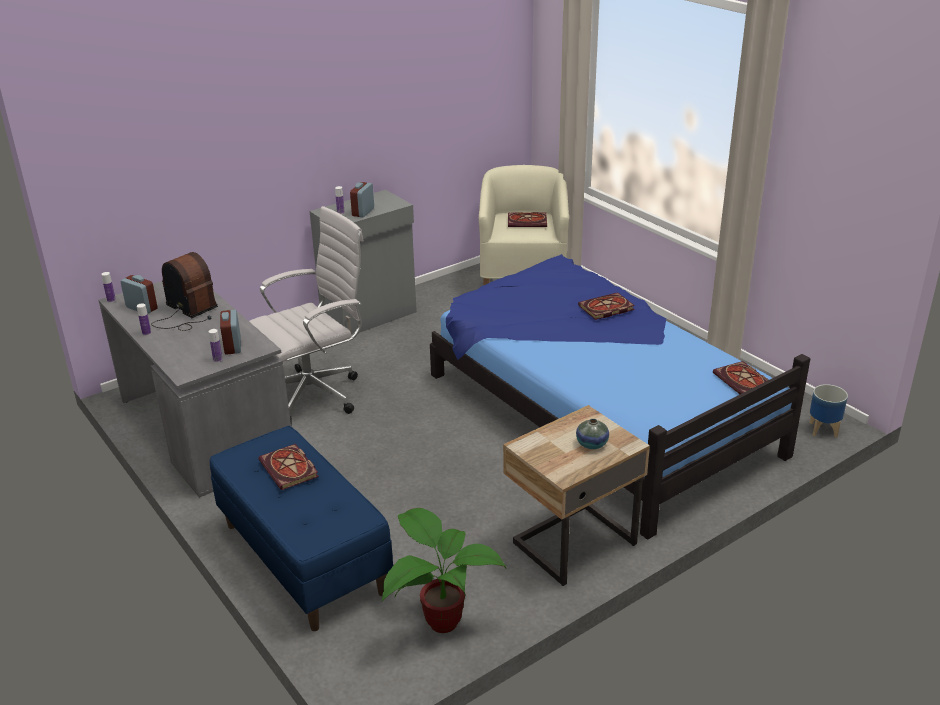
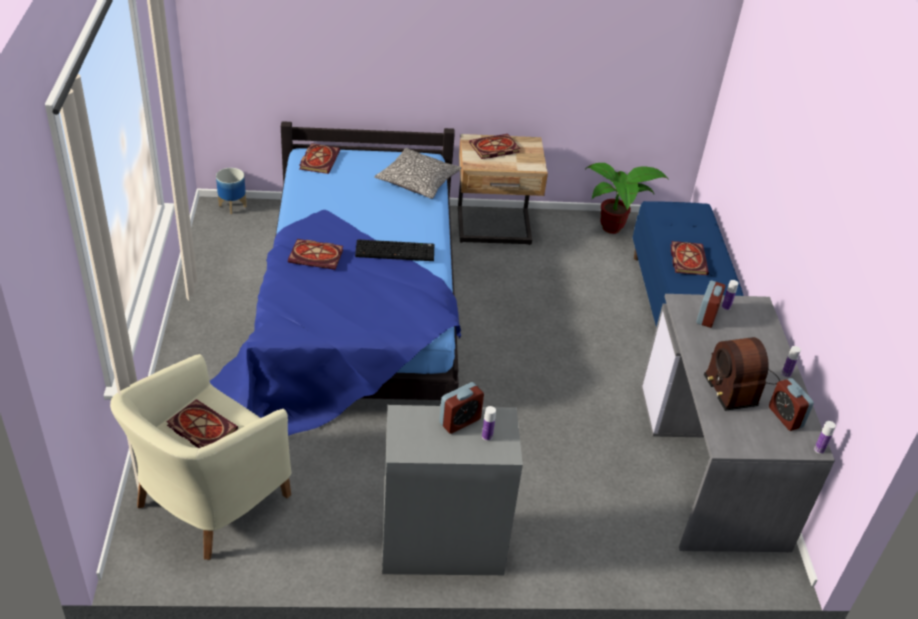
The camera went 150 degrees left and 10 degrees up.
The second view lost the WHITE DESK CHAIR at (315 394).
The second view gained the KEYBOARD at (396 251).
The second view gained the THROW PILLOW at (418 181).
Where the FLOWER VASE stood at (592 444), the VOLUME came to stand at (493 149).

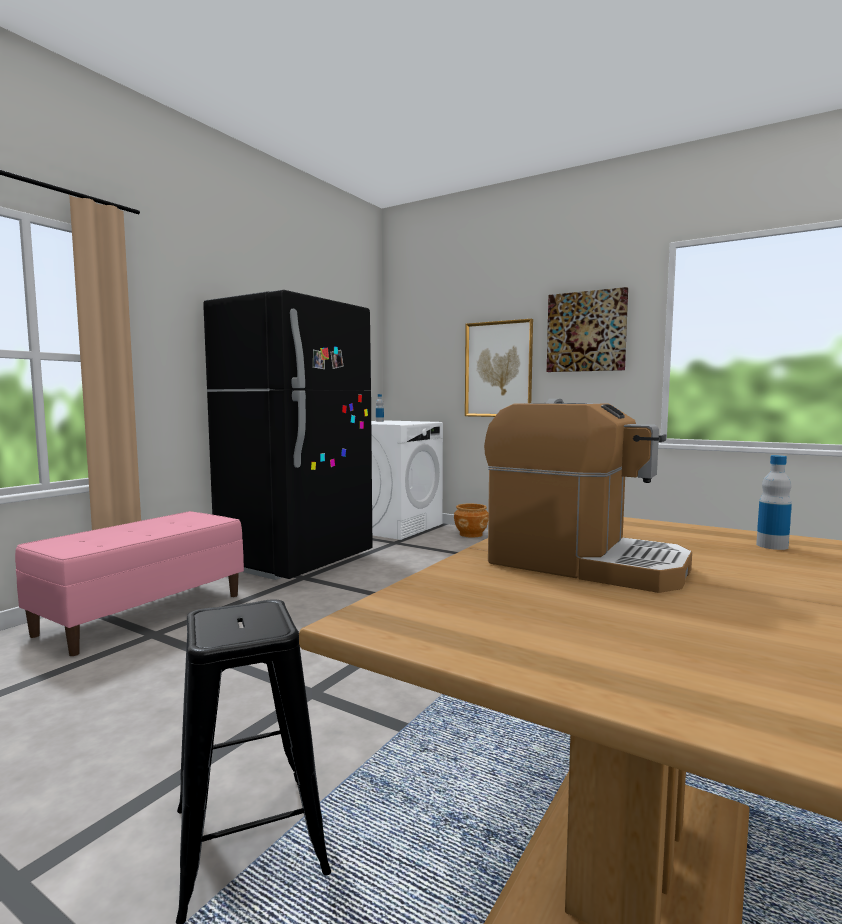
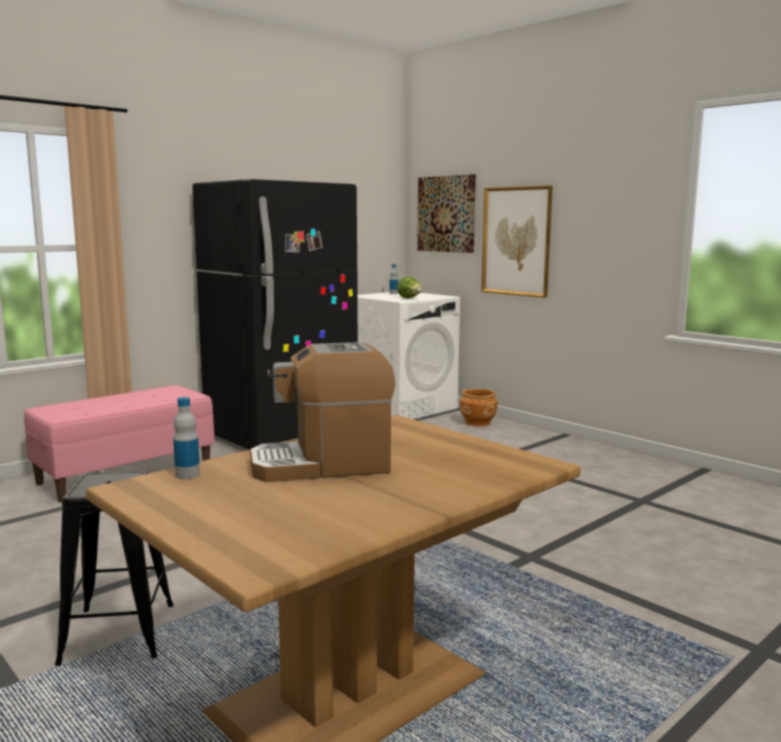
The camera went 15 degrees right and 5 degrees up.
The second view gained the LETTUCE at (410 298).
The WALL PICTURE ended up elsewhere, having gone from (586 331) to (447 214).
The DRINK BOTTLE ended up elsewhere, having gone from (772 546) to (187 475).
The COFFEE MAKER at (584 563) ended up facing another way, 120 degrees clockwise from before.

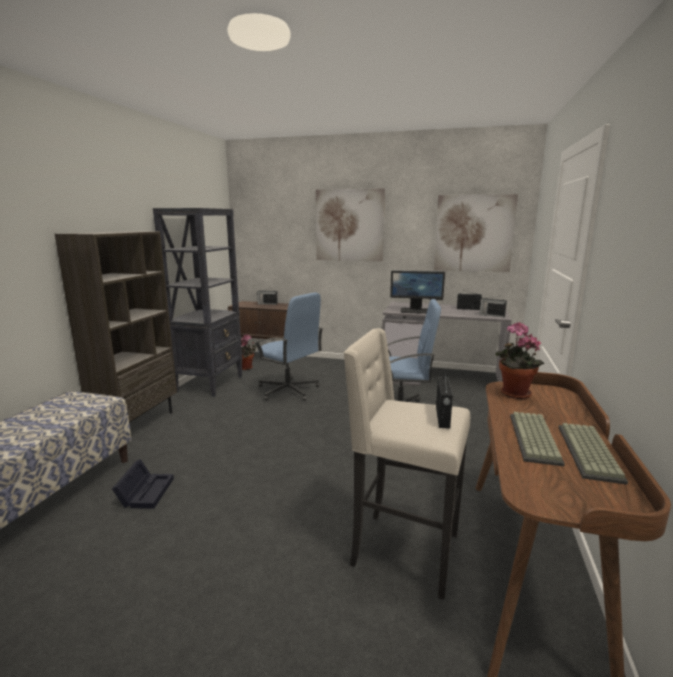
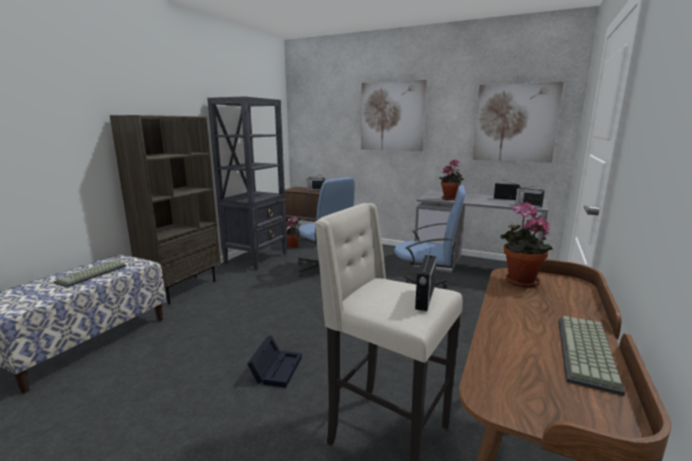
The camera went 10 degrees right and 0 degrees up.
The BLACK-COLOURED STORAGE BIN ended up elsewhere, having gone from (146 491) to (276 368).
The KEYBOARD ended up elsewhere, having gone from (536 439) to (92 274).
Where the MONITOR stood at (416 311), the POTTED PLANT came to stand at (450 199).

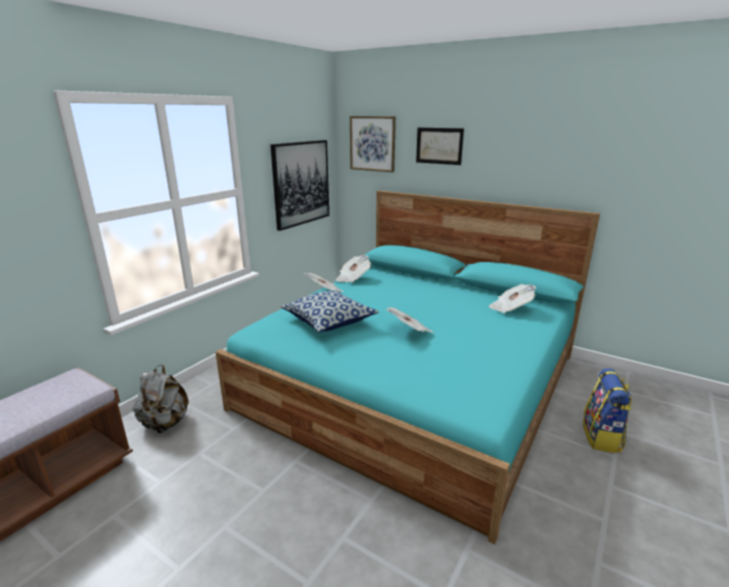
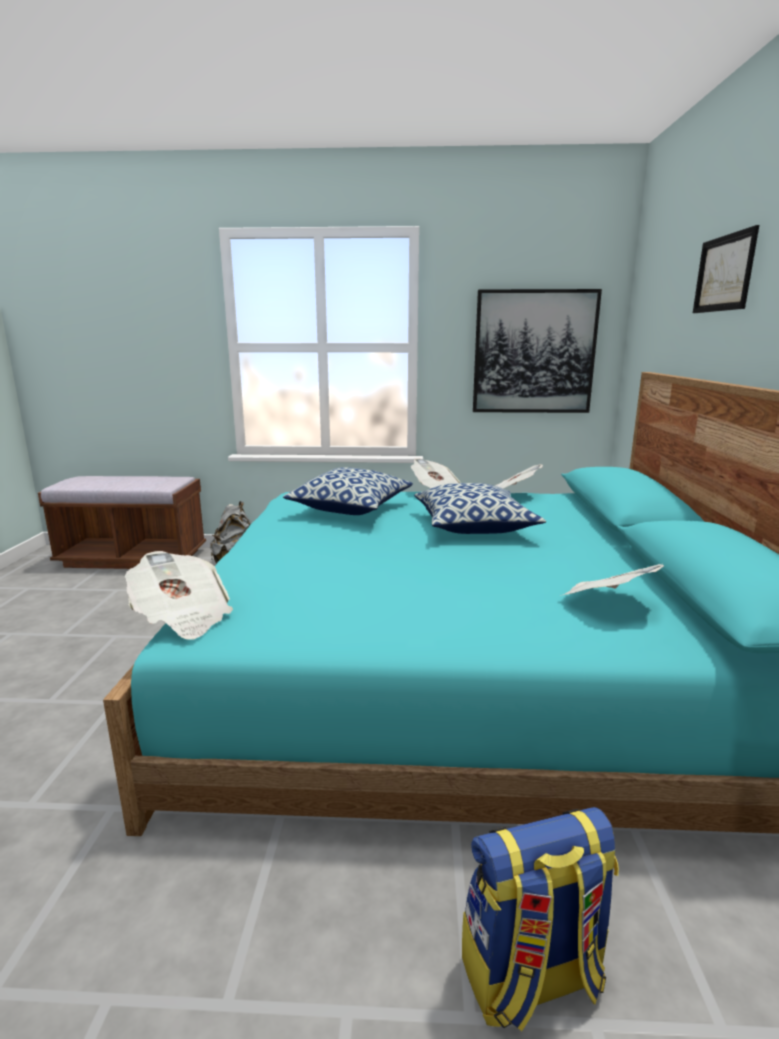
The camera went 60 degrees right and 5 degrees down.
The second view lost the WALL PICTURE at (372 143).
The second view gained the THROW PILLOW at (474 526).
The NEWSPAPER ended up elsewhere, having gone from (409 331) to (182 617).

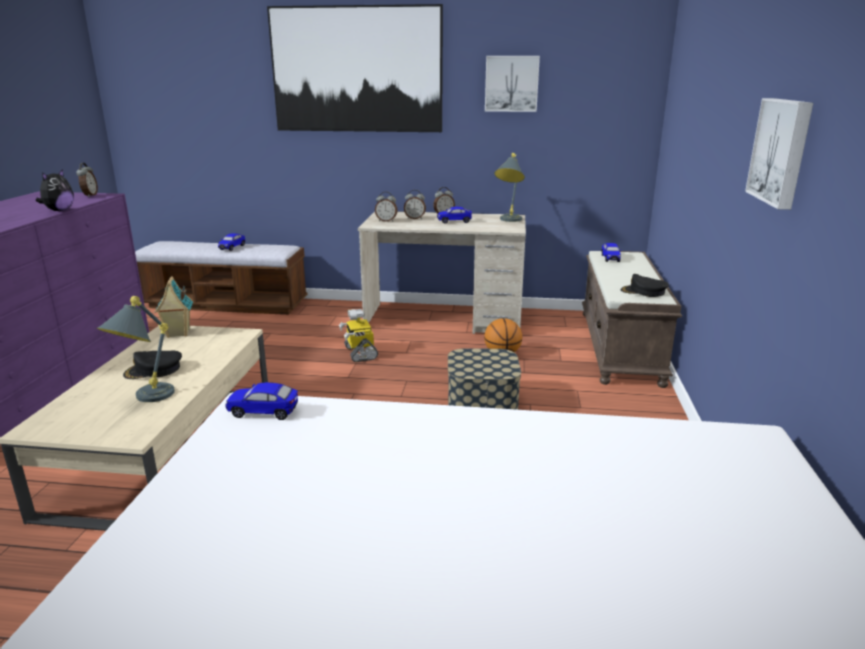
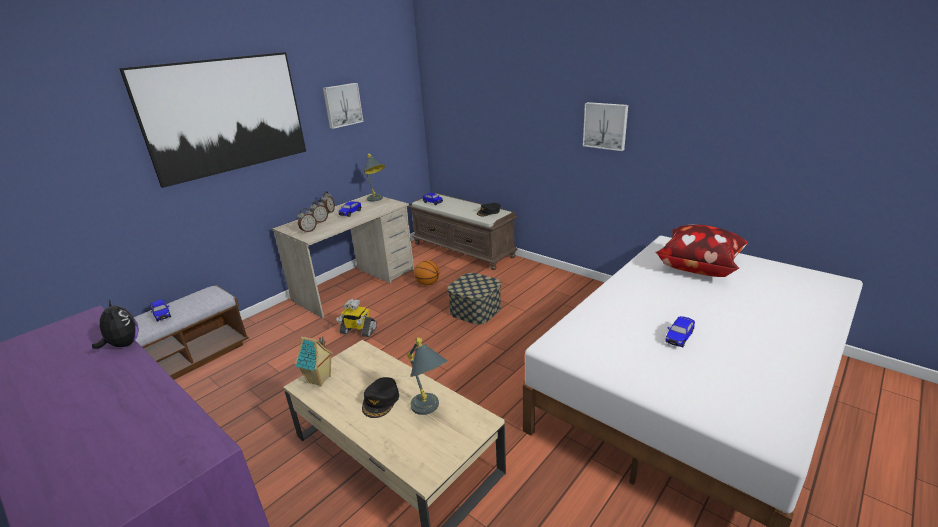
The camera went 55 degrees left and 5 degrees up.
The second view lost the TABLE CLOCK at (89 195).
The second view gained the THROW PILLOW at (698 267).
The TOY CAR ended up elsewhere, having gone from (263 412) to (679 337).

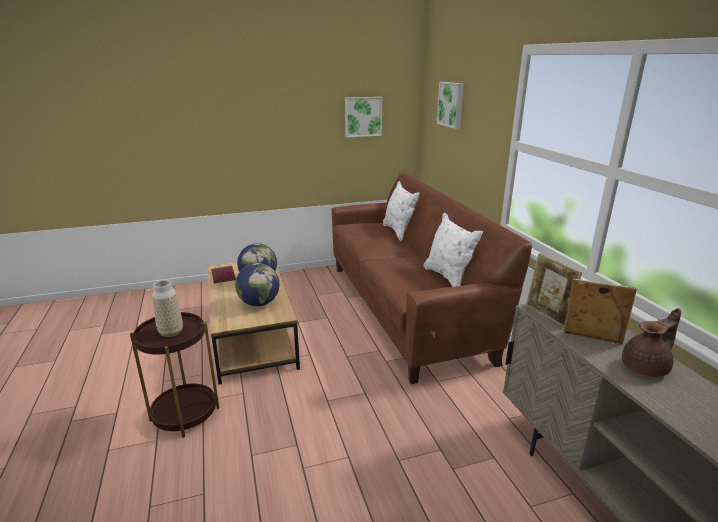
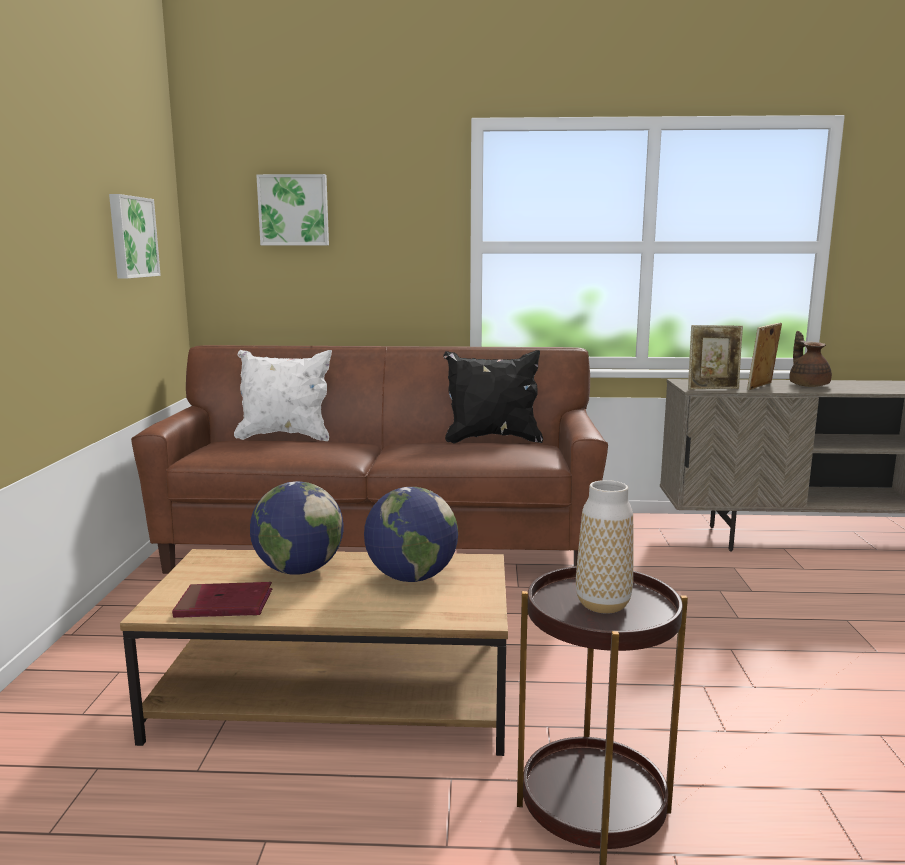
The camera went 70 degrees left and 10 degrees down.
What was the WHITE THROW PILLOW at (448 278) turned into the BLACK-COLOURED THROW PILLOW at (492 439).

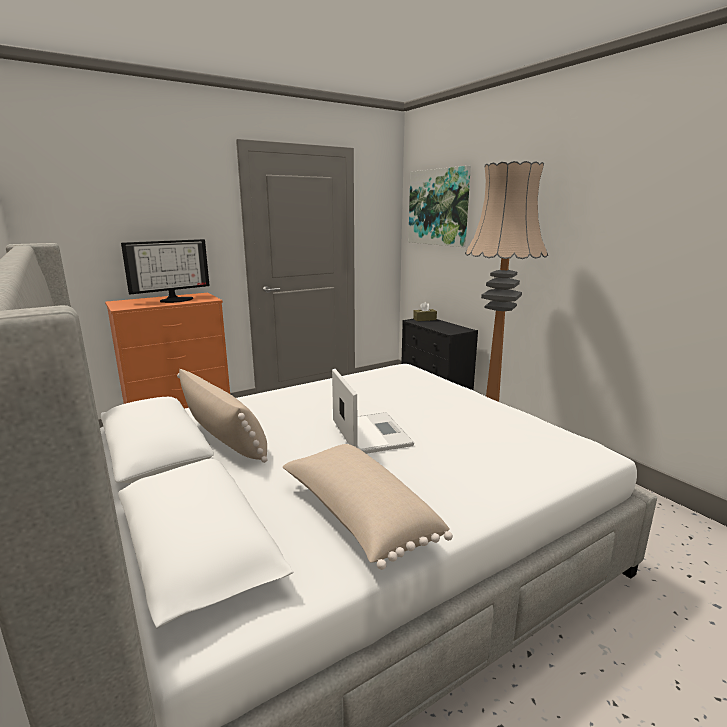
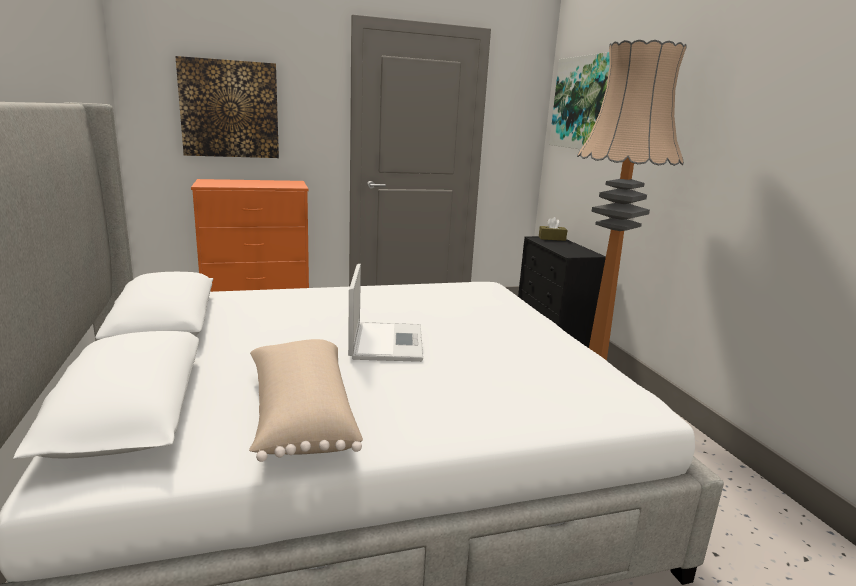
The camera went 15 degrees right and 0 degrees up.
The second view lost the MONITOR at (176 299).
The second view lost the BEIGE THROW PILLOW at (225 438).
The second view gained the WALL PICTURE at (229 109).

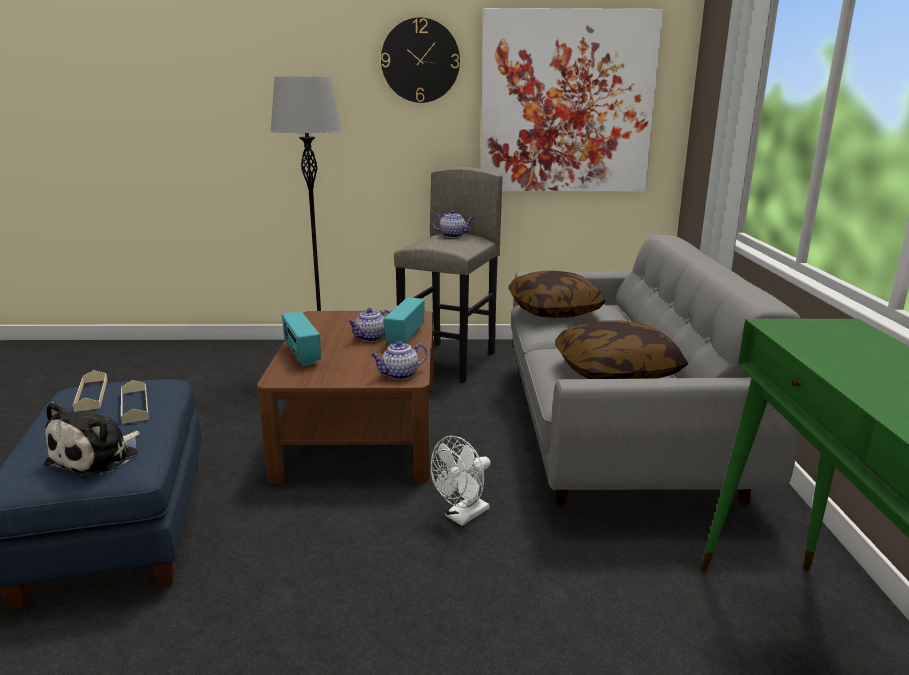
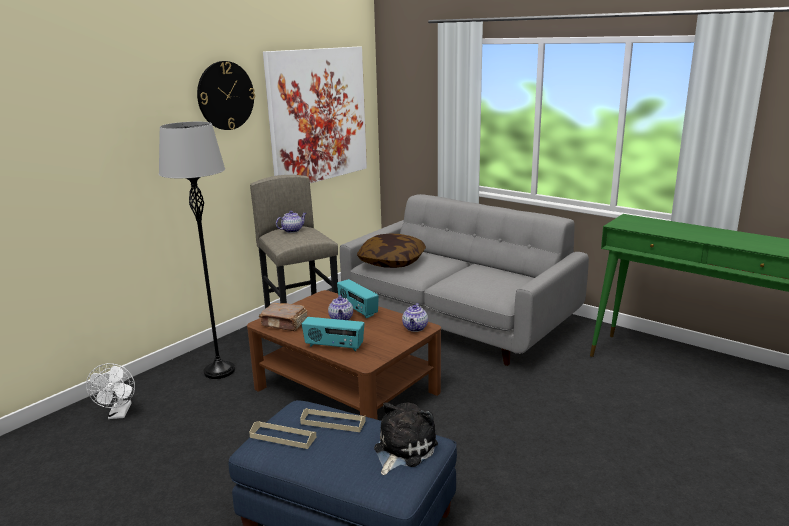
The camera went 50 degrees left and 0 degrees up.
The second view lost the THROW PILLOW at (616 372).
The second view gained the BROWN-COLOURED VOLUME at (284 324).
The WHITE ELECTRIC FAN ended up elsewhere, having gone from (462 516) to (119 414).
The PLUSH TOY at (98 457) ended up facing another way, 120 degrees counterclockwise from before.

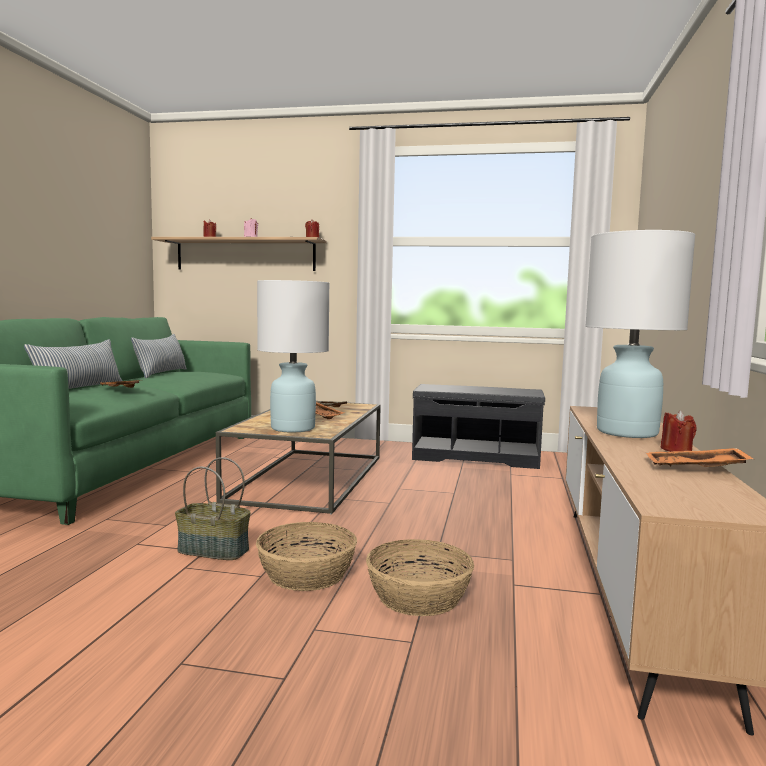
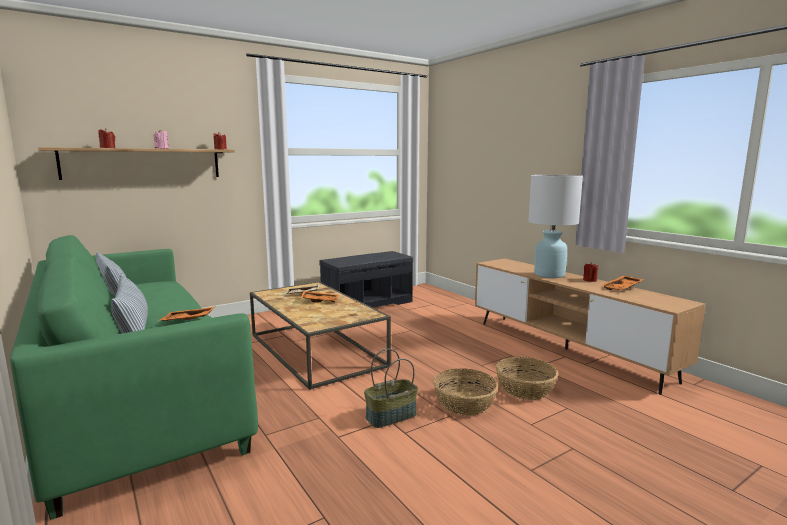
The camera went 45 degrees left and 5 degrees up.
The second view lost the WHITE LAMP FOR A TABLE at (293 428).

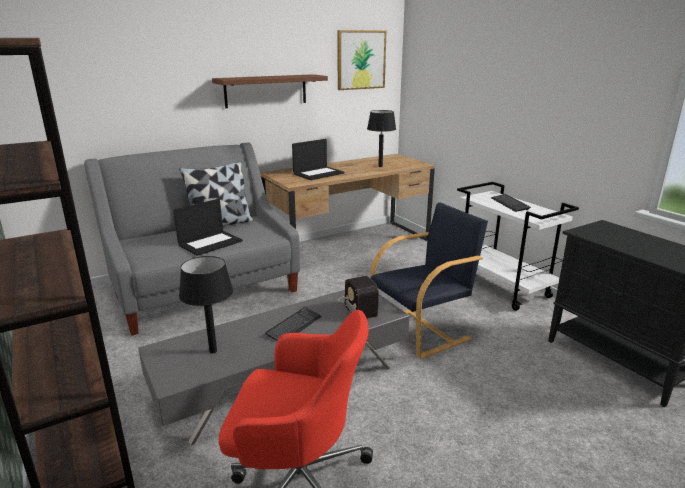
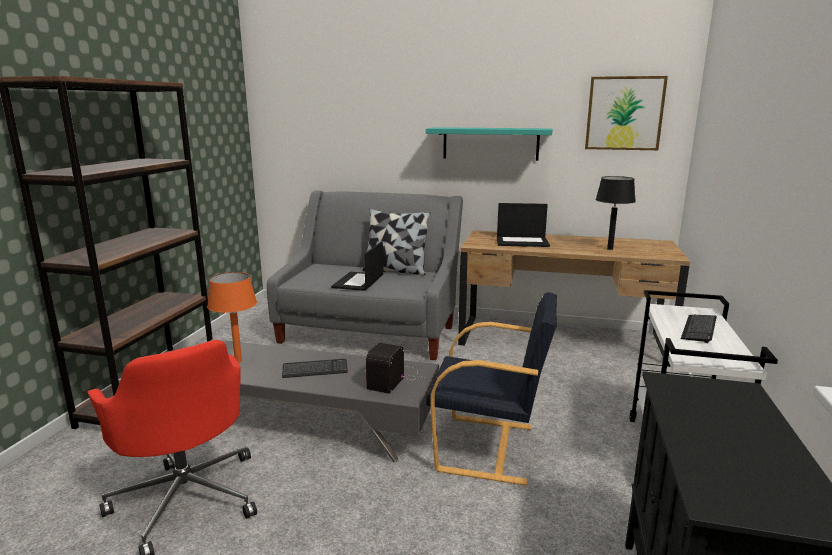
The camera went 45 degrees right and 5 degrees down.
What was the BLACK-COLOURED LAMP FOR A TABLE at (213 351) turned into the ORANGEY LAMP FOR A TABLE at (238 361).
What was the BROWN-COLOURED WALL SHELF at (266 90) turned into the TURQUOISE-COLOURED WALL SHELF at (490 143).
The NOTEBOOK COMPUTER at (210 243) ended up facing another way, 105 degrees clockwise from before.

